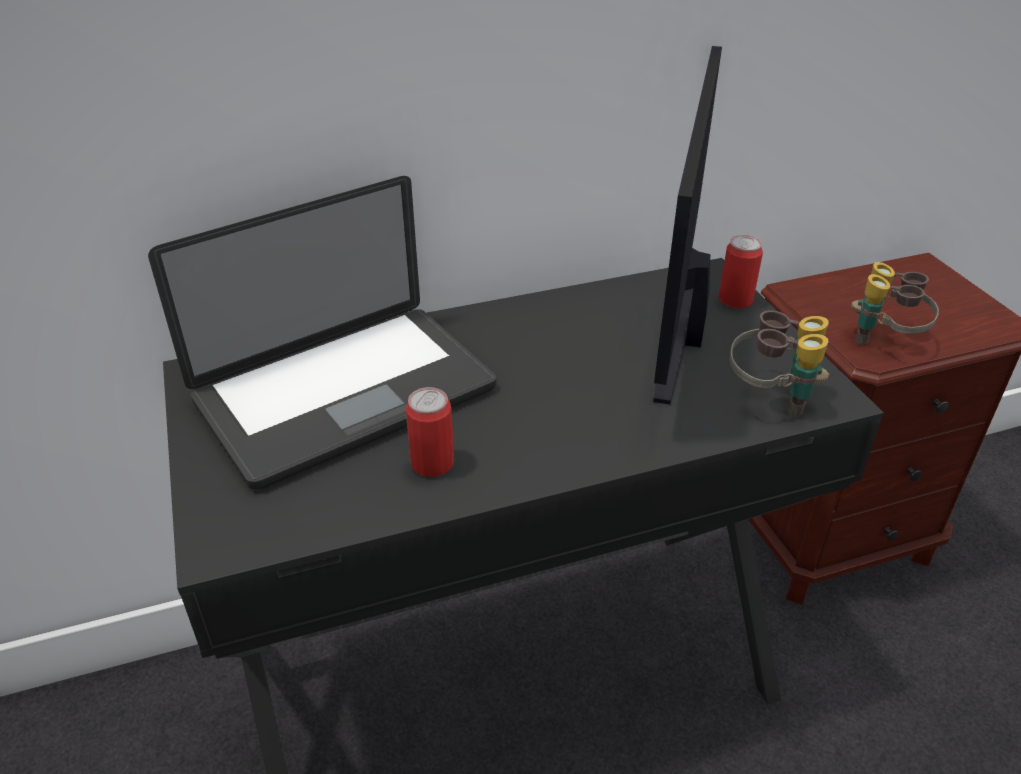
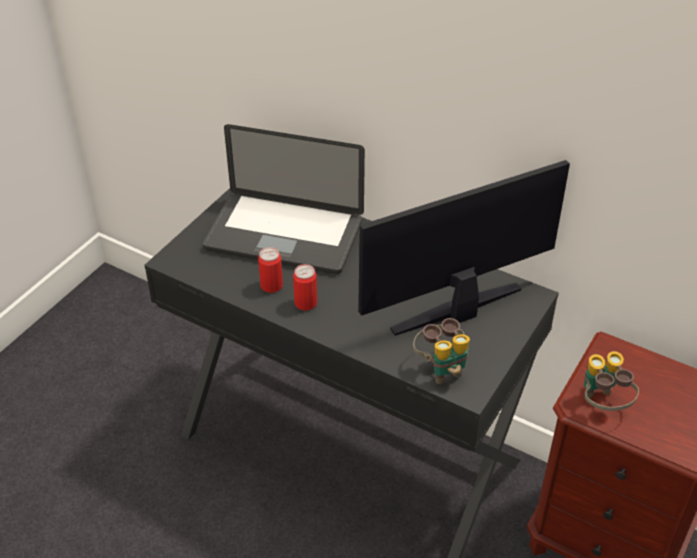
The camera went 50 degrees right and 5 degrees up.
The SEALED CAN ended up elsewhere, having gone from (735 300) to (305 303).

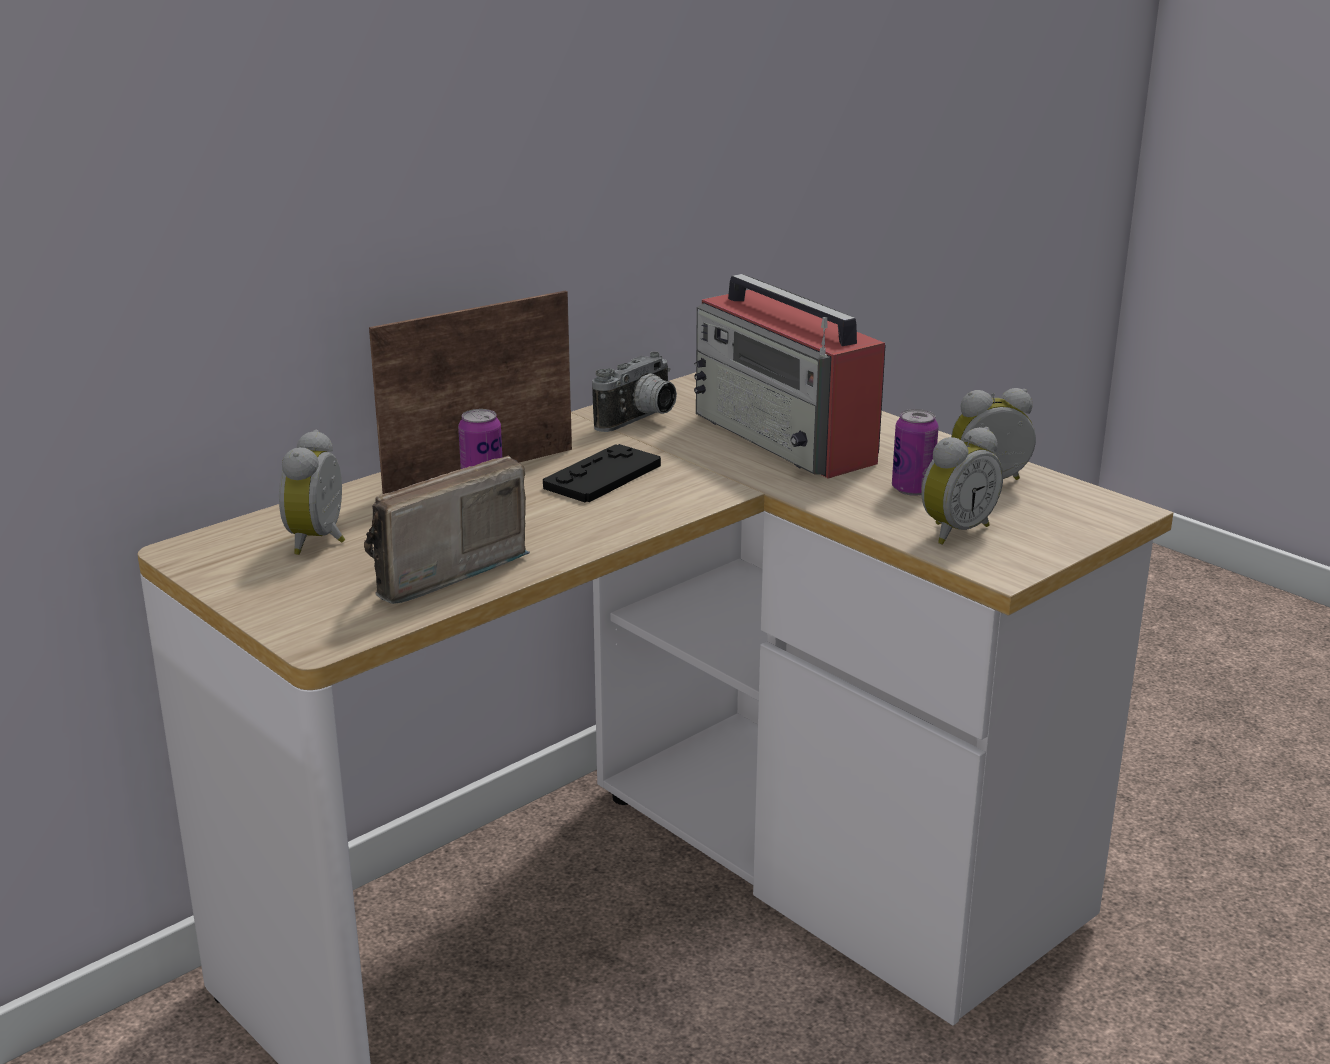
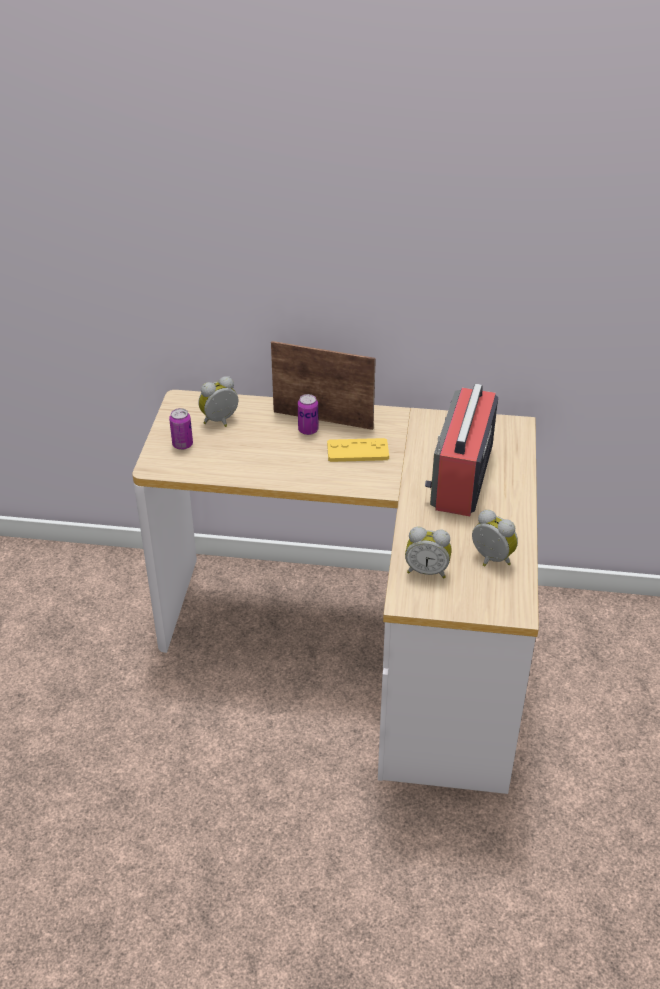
The camera went 50 degrees right and 15 degrees up.
The second view lost the RADIO SET at (435 572).
The second view lost the STILL CAMERA at (641 420).
The SEALED CAN ended up elsewhere, having gone from (912 489) to (182 445).
What was the BLACK-COLOURED GAMEPAD at (602 476) turned into the YELLOW GAMEPAD at (357 451).

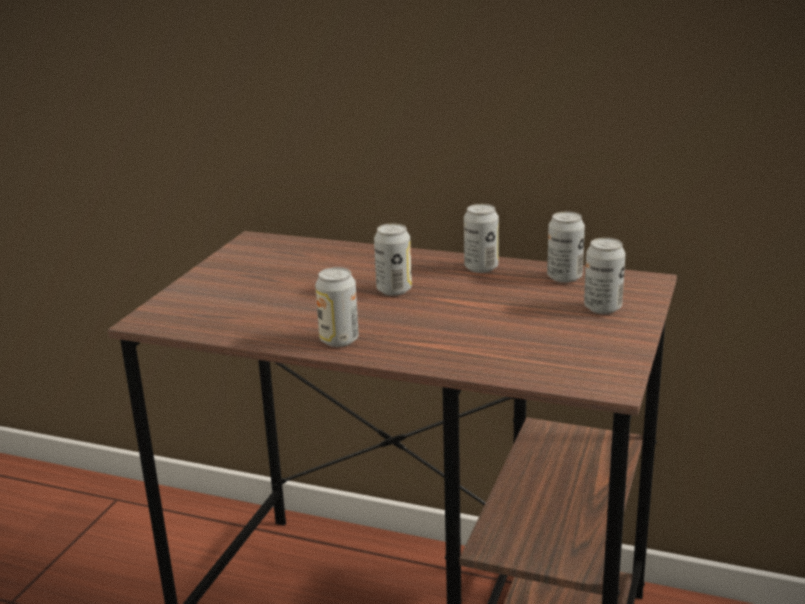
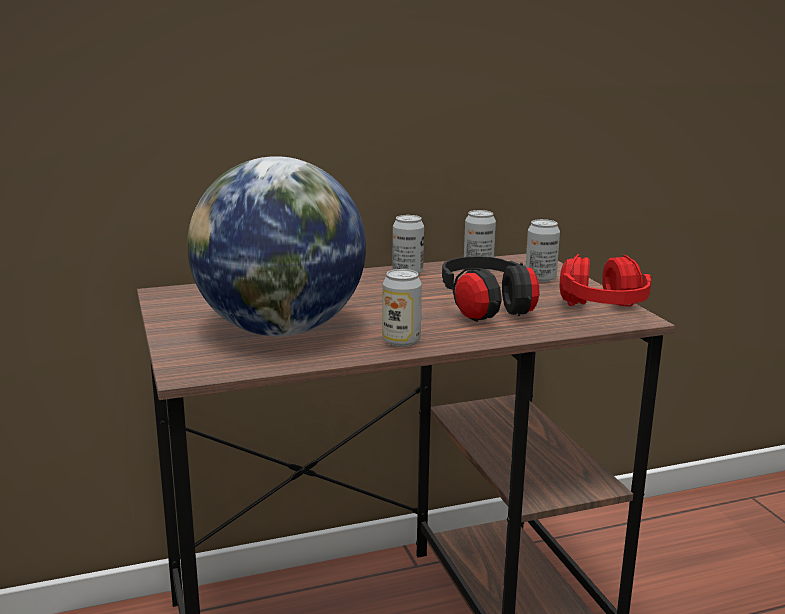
The camera went 40 degrees left and 5 degrees down.
The second view lost the SEALED CAN at (394 290).
The second view gained the GLOBE at (280 330).
The second view gained the BLACK-COLOURED HEADSET at (486 310).
The second view gained the REDDISH HEADSET at (602 313).

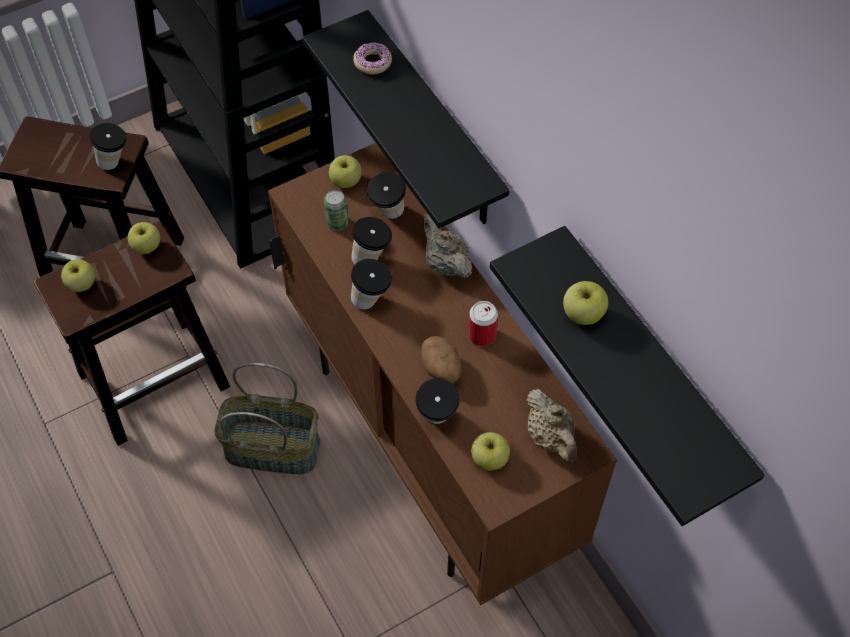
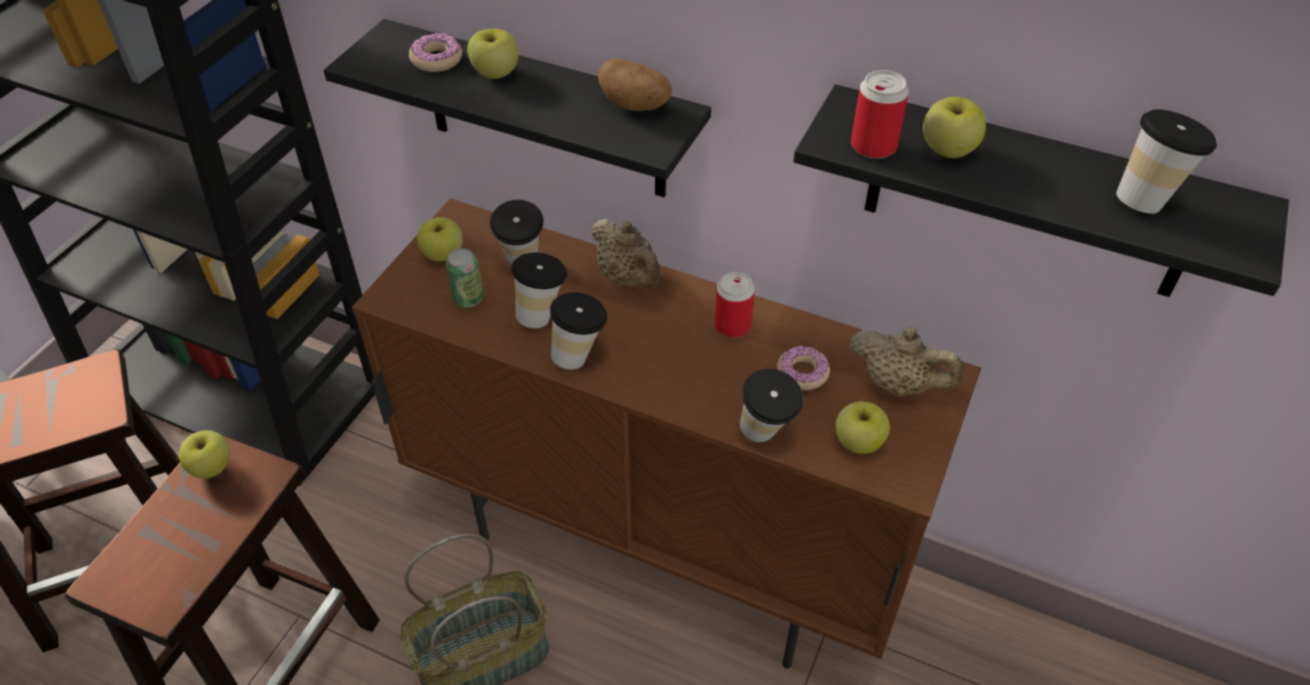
The camera went 35 degrees left and 10 degrees down.
The second view gained the DOUGHNUT at (802 373).
The second view gained the SEALED CAN at (873 146).
The APPLE FRUIT ended up elsewhere, having gone from (82 284) to (495 73).
The SMALL CUP ended up elsewhere, having gone from (115 163) to (1147 199).
The POTATO ended up elsewhere, having gone from (441 369) to (636 105).
The BEIGE TEAPOT at (445 263) ended up facing another way, 150 degrees counterclockwise from before.

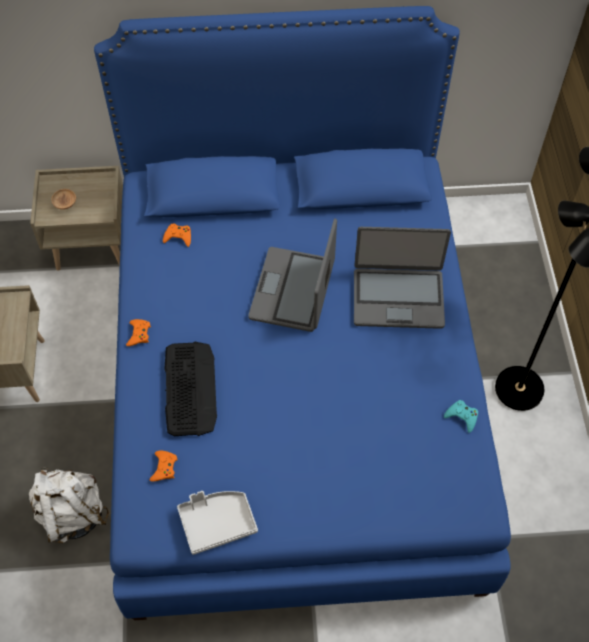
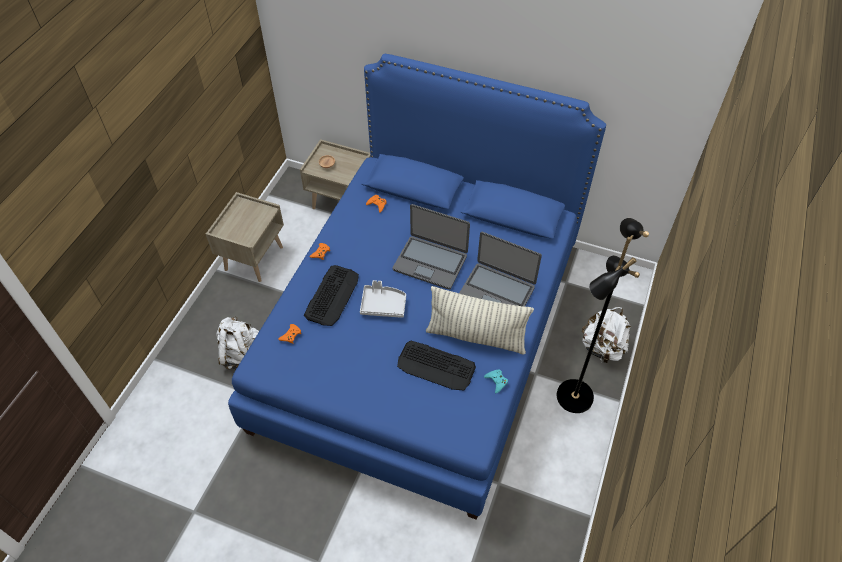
The camera went 25 degrees right and 5 degrees down.
The second view gained the KEYBOARD at (436 366).
The second view gained the THROW PILLOW at (476 336).
The second view gained the WHITE KNAPSACK at (602 348).
The GREYISH TRAY ended up elsewhere, having gone from (217 522) to (383 305).
The NOTEBOOK COMPUTER at (293 290) ended up facing another way, 105 degrees counterclockwise from before.

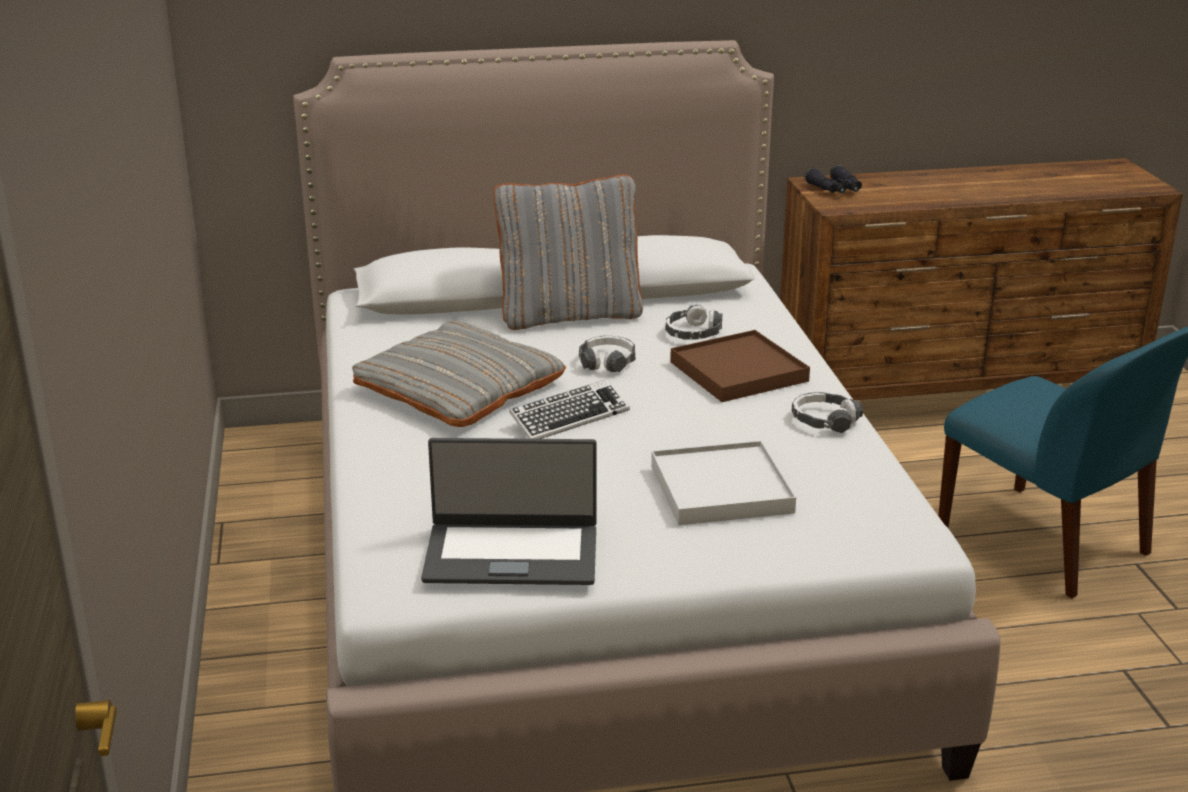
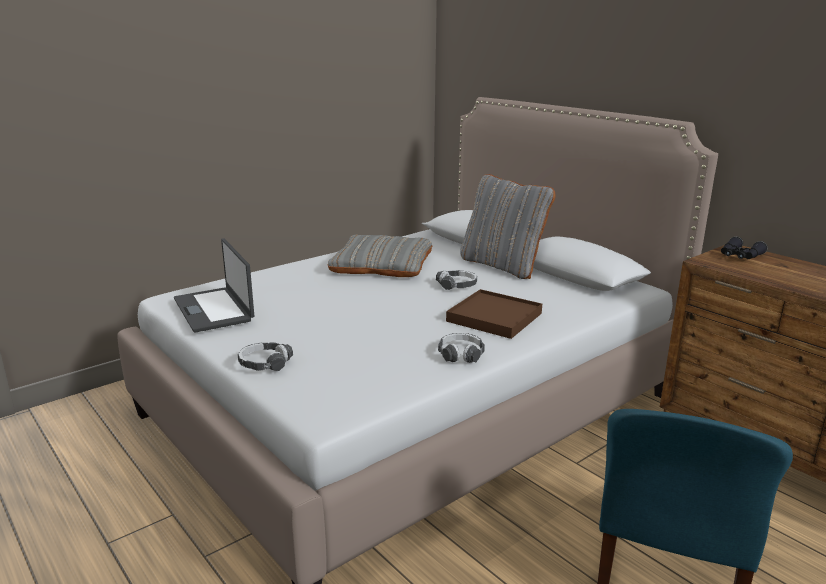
The camera went 60 degrees right and 5 degrees down.
The second view lost the KEYBOARD at (569 417).
The second view lost the WHITE TRAY at (721 489).
The HEADSET ended up elsewhere, having gone from (693 333) to (265 363).

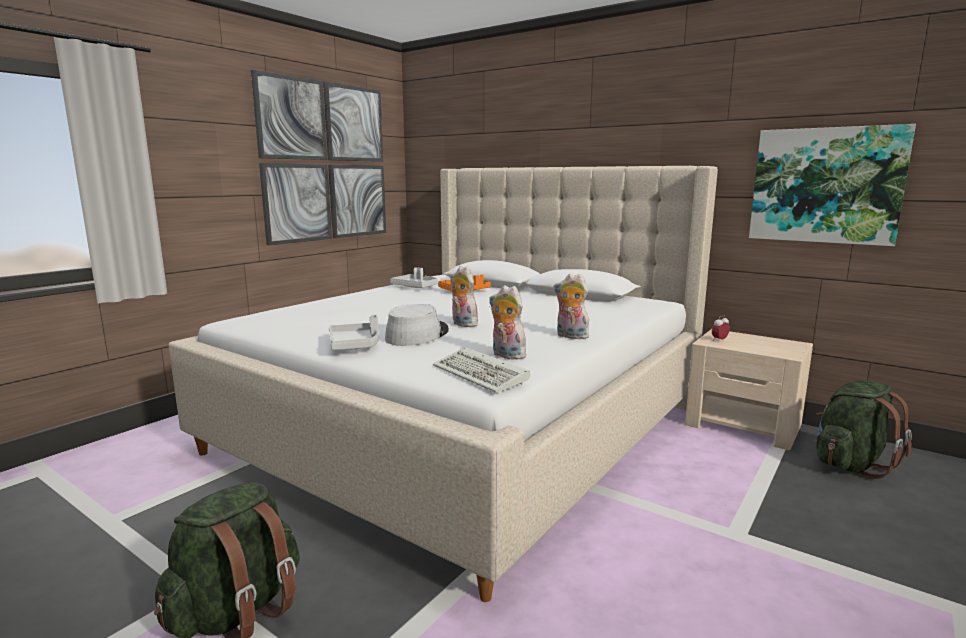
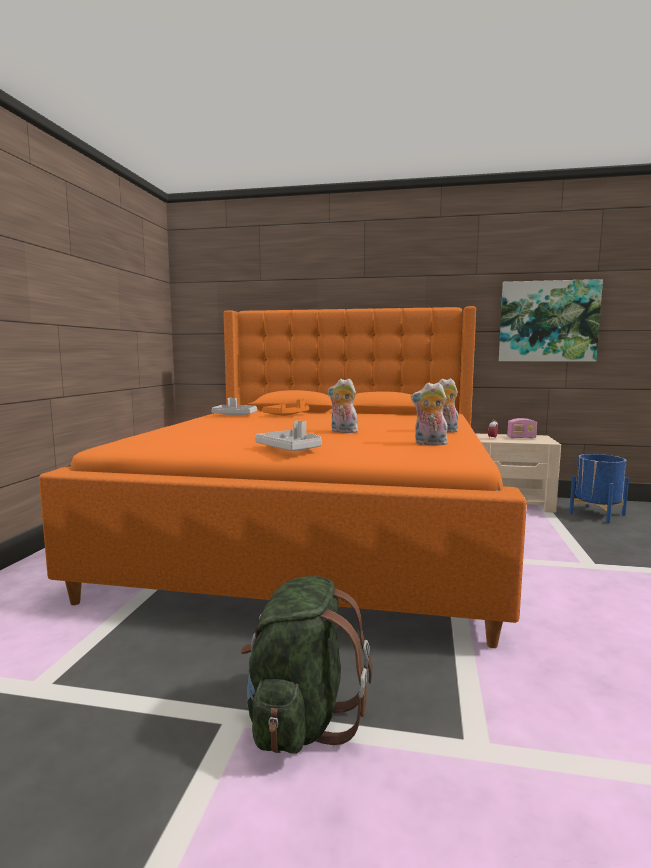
The camera went 25 degrees left and 5 degrees down.
The second view lost the WALL PICTURE at (326 162).
The second view lost the GREYISH WEARABLE HAT at (417 335).
The second view lost the KEYBOARD at (482 375).
The second view gained the RADIO SET at (521 438).
Where the GREEN KNAPSACK stood at (850 464), the BLUE FLOWER POT came to stand at (597 514).
What was the BEIGE BED at (468 425) turned into the ORANGEY BED at (320 534).

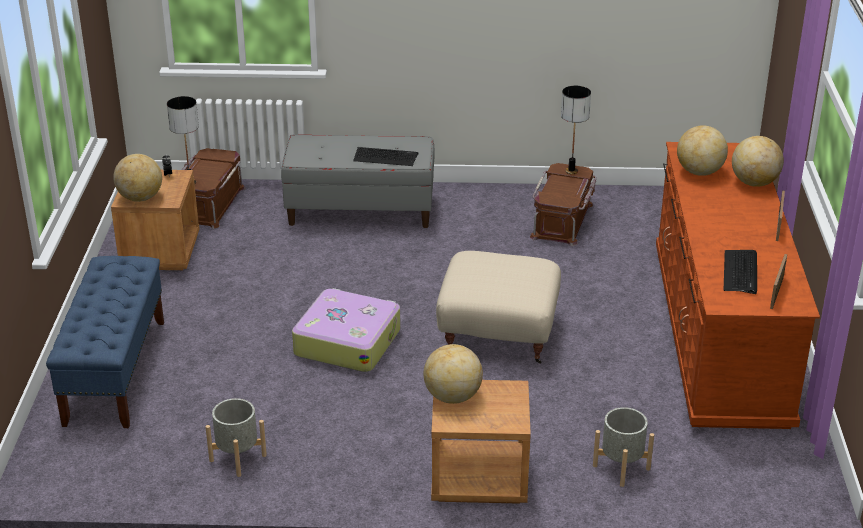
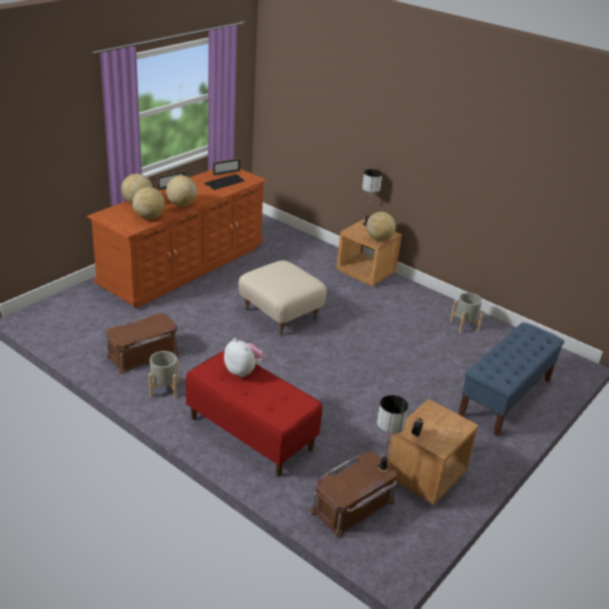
The camera went 145 degrees left and 0 degrees up.
The second view lost the SUITCASE at (347 342).
The GLOBE ended up elsewhere, having gone from (140 198) to (181 204).
The LAMP FOR A TABLE ended up elsewhere, having gone from (572 171) to (366 224).
The GREYISH FLOWER POT ended up elsewhere, having gone from (621 467) to (164 389).
Where the KEYBOARD stood at (385 157), the PLUSH TOY came to stand at (243 371).
What was the GREYISH BENCH at (361 211) turned into the REDDISH BENCH at (250 433).

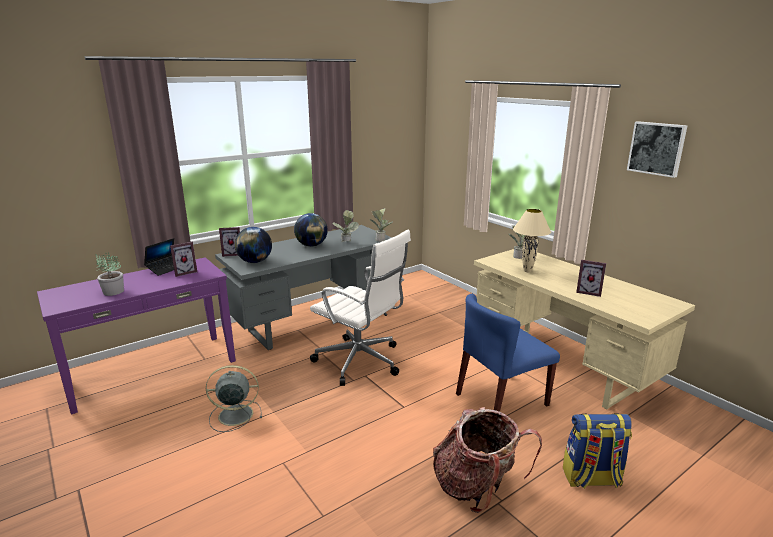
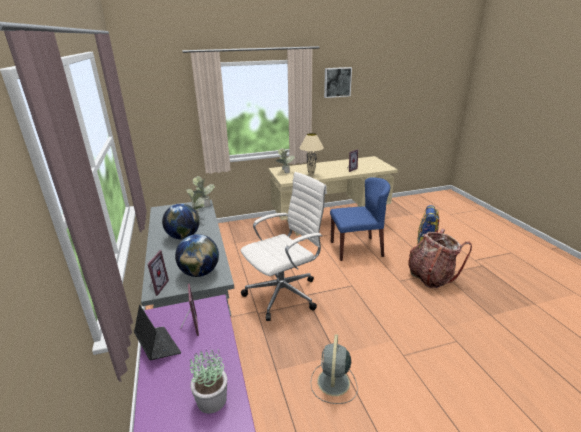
The camera went 70 degrees left and 5 degrees up.
The BLUE UPRIGHT CHAIR at (501 400) ended up facing another way, 90 degrees counterclockwise from before.

